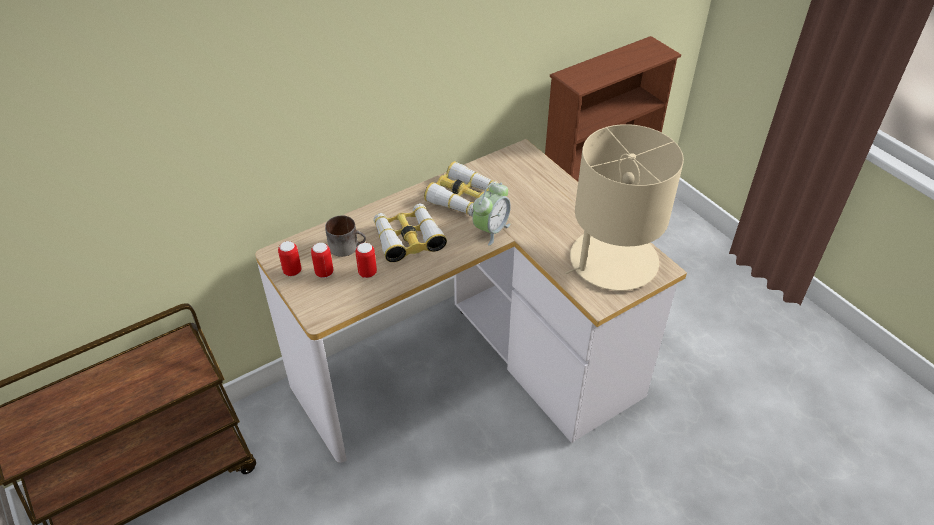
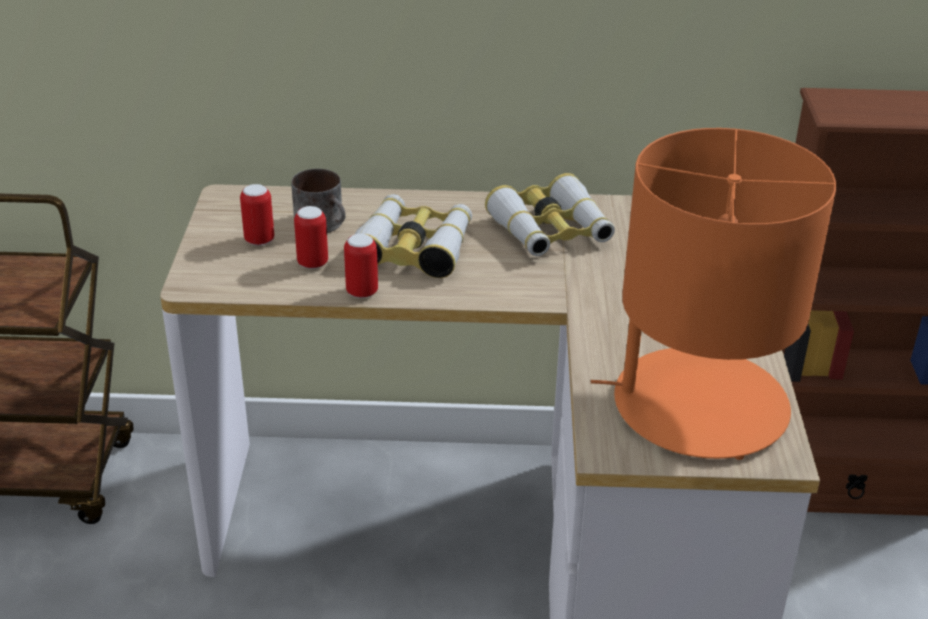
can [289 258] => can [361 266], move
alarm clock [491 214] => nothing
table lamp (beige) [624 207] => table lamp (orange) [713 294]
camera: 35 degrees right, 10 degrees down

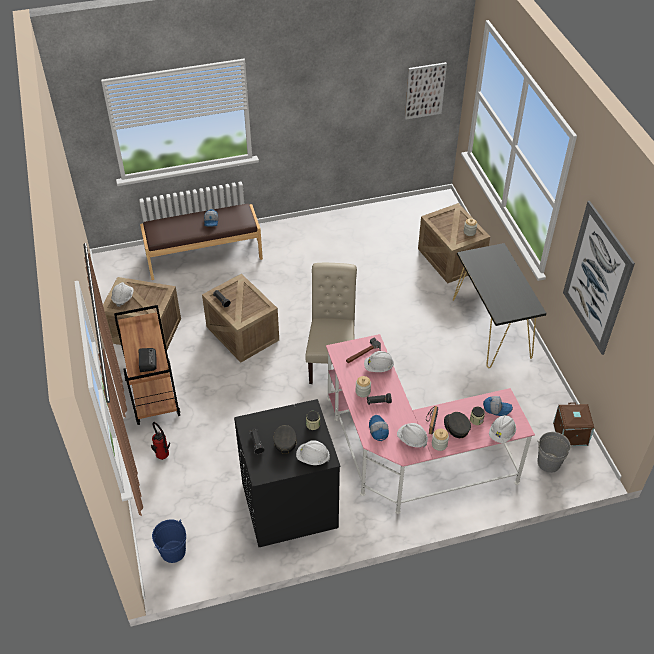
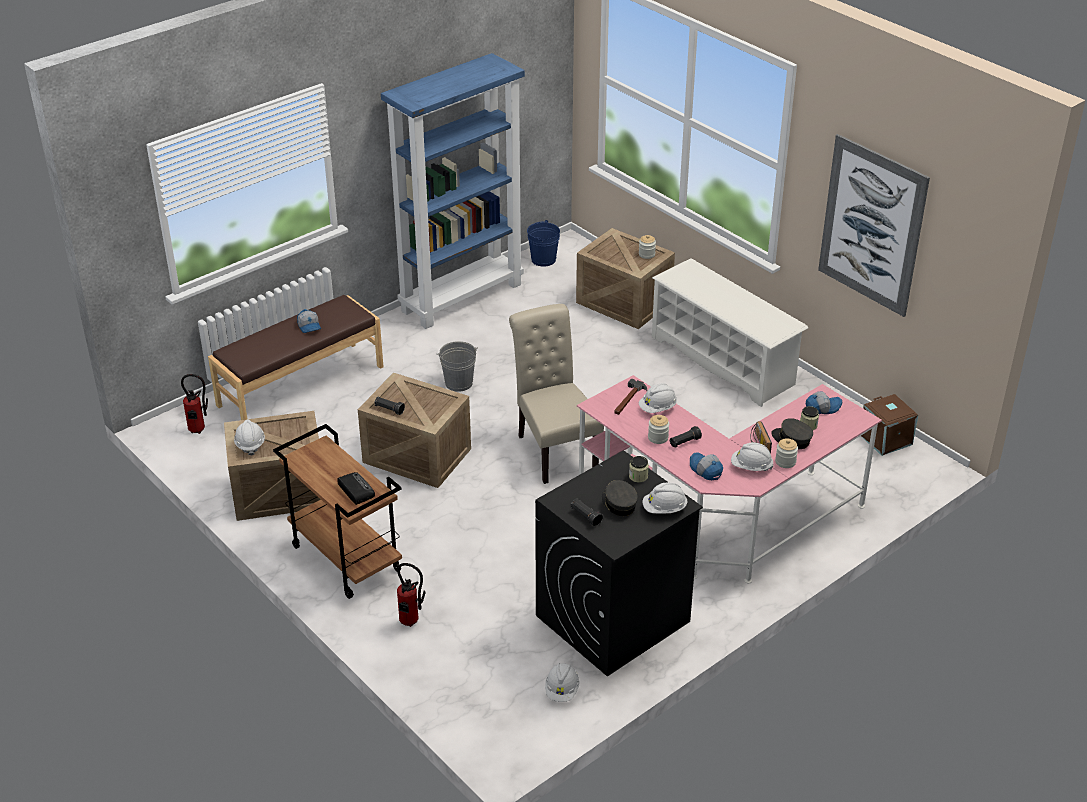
bucket (blue) [169 541] => bucket (blue) [543 243], move
picture [426 91] => nothing
console table (black) [500 305] => shoe rack (white) [730 332]
hard hat (white) [502 429] => hard hat (white) [562 682], move
bucket (grey) [555 452] => bucket (grey) [457 366], move
nothing => fire extinguisher [194 404]
nothing => bookcase (blue) [453 191]
camera: 25 degrees left, 10 degrees down

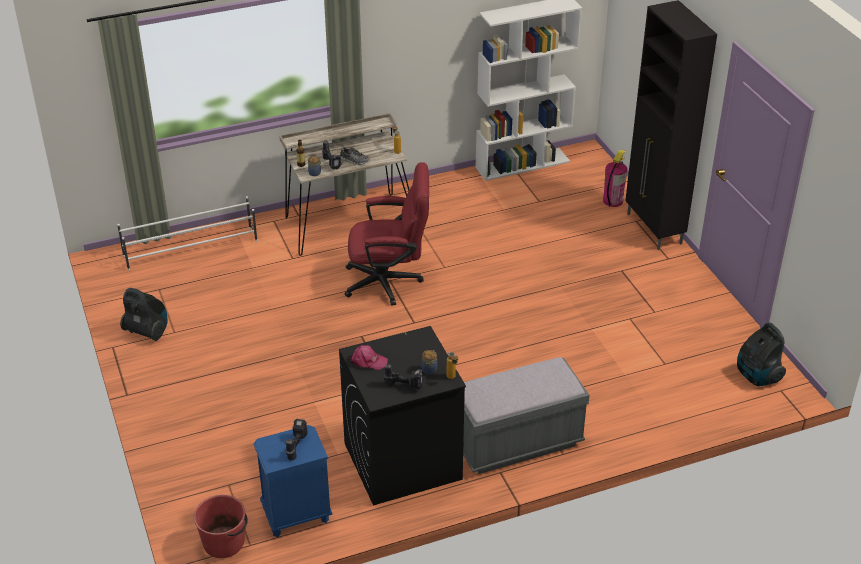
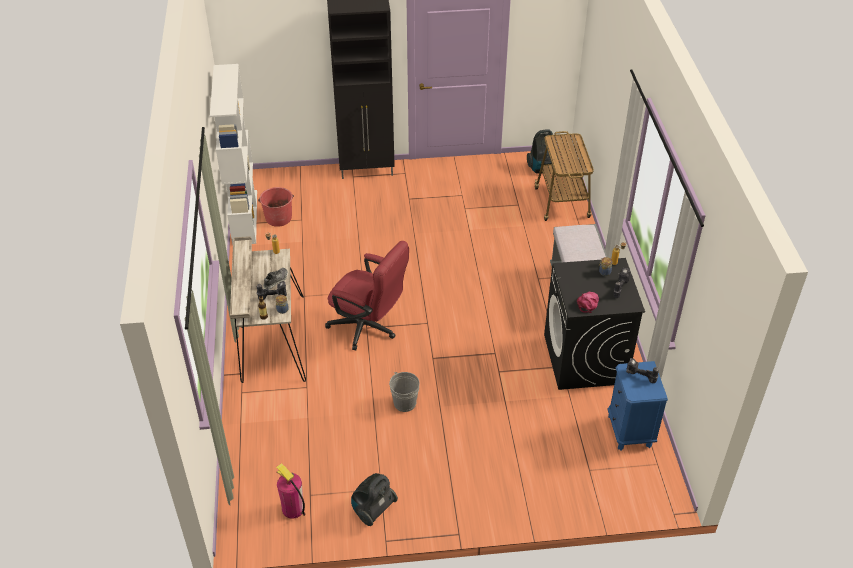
shoe rack (white) [187 233] => nothing
bucket (red) [220 526] => bucket (red) [276 207], move
office chair (red) [387 234] => office chair (red) [367 295], 105 degrees clockwise
fire extinguisher [615 178] => fire extinguisher [290 491], move
nothing => bucket (grey) [404 392]
nothing => cart [564 176]
camera: 75 degrees left, 5 degrees up

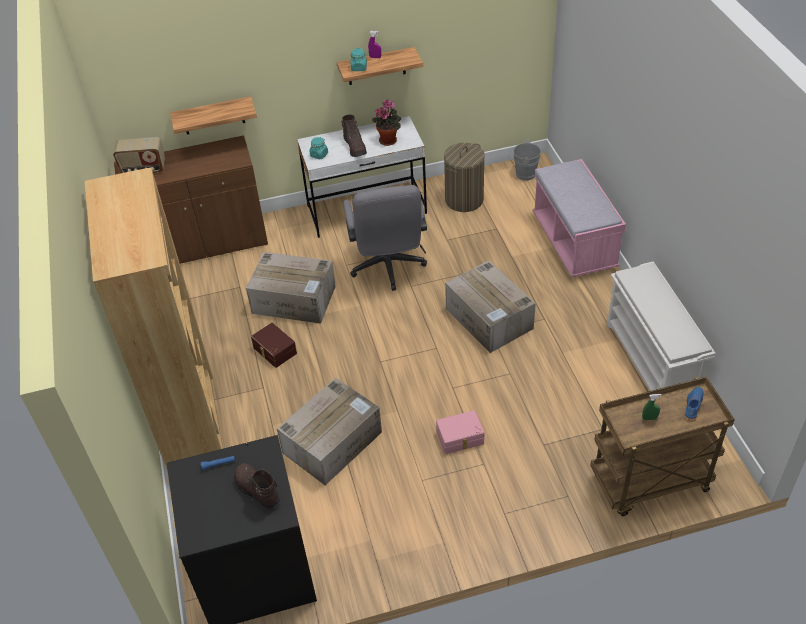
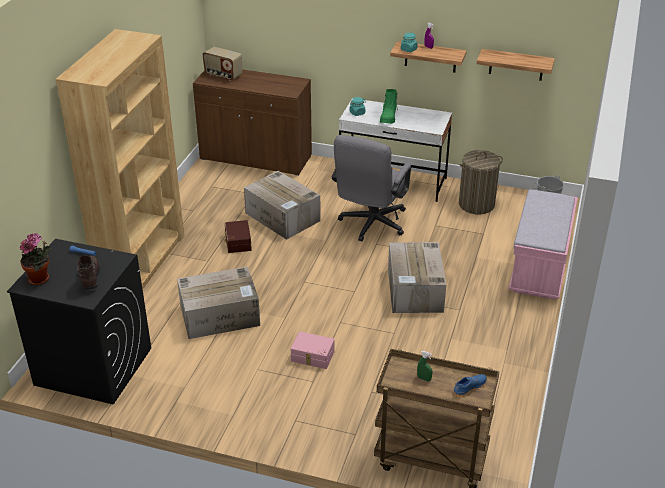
shelf [213 115] => shelf [516 65], move
boot (brown) [354 136] => boot (green) [389 106]
potted plant [386 123] => potted plant [36 259], move
shoe rack (white) [661 326] => nothing
camera: 30 degrees right, 10 degrees down

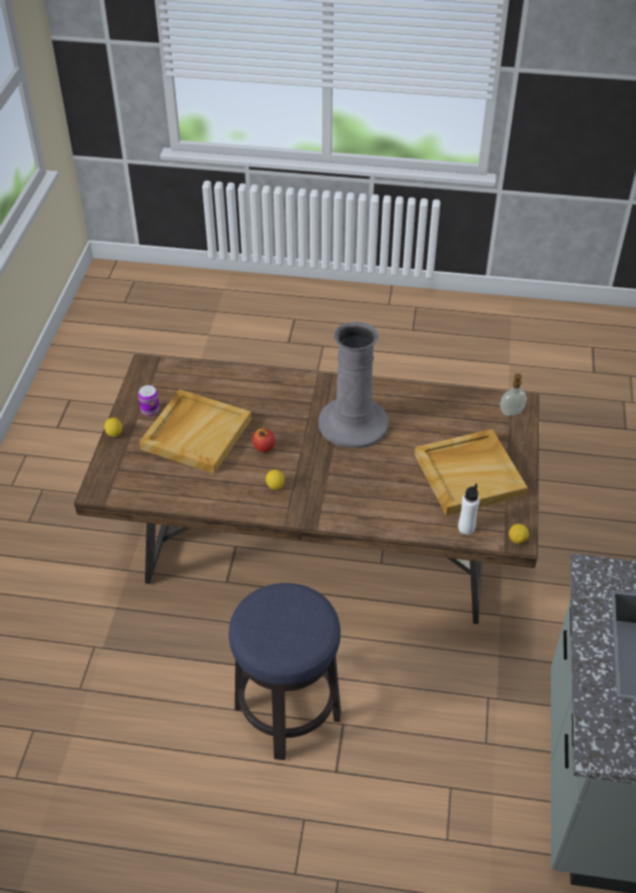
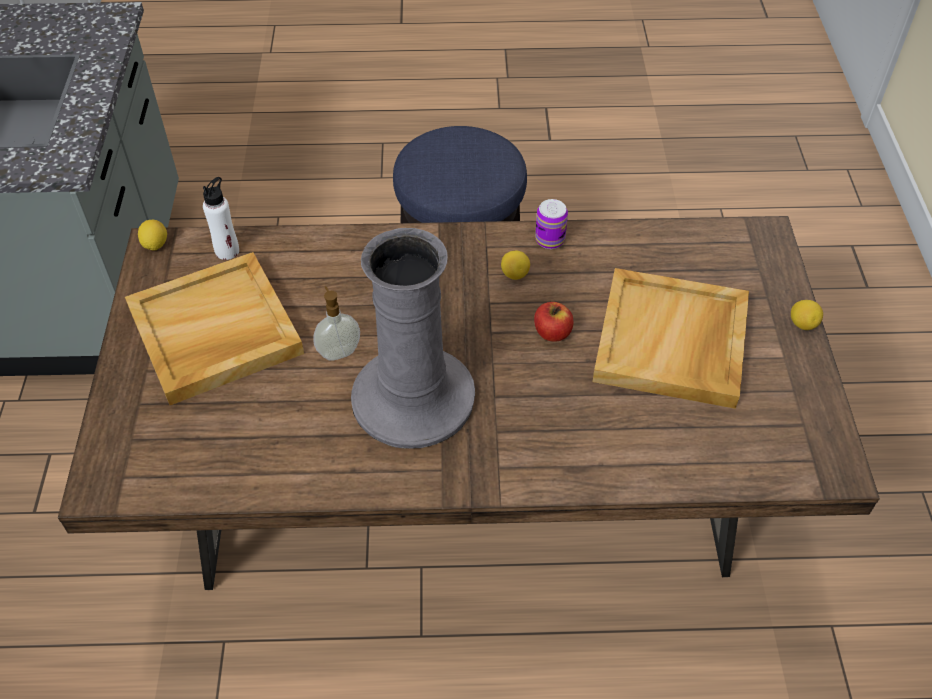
can [149 400] => can [551 224], move
soap dispenser [513 394] => soap dispenser [337 323], move
camera: 170 degrees right, 5 degrees up

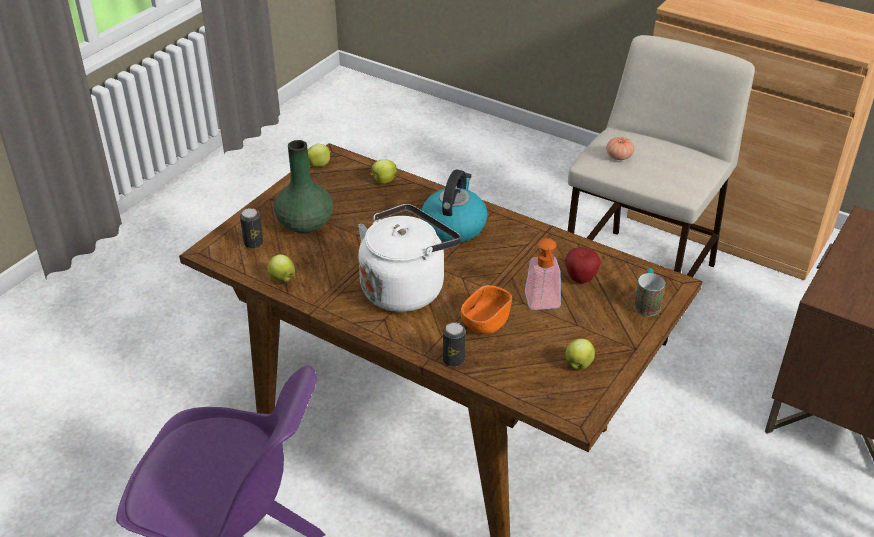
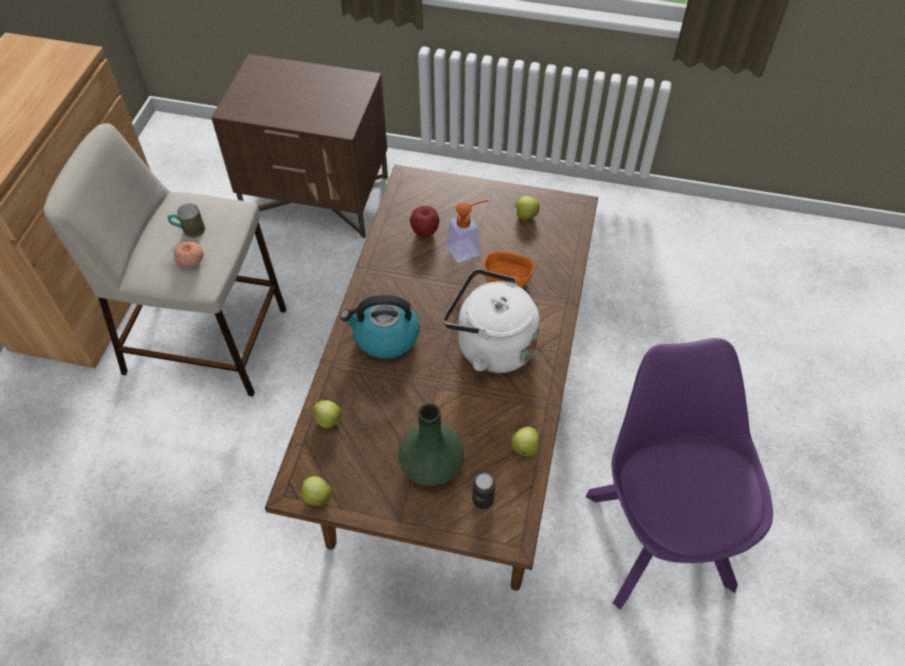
can [454 344] => nothing
mug [649 292] => mug [186 220], move
camera: 110 degrees left, 15 degrees up

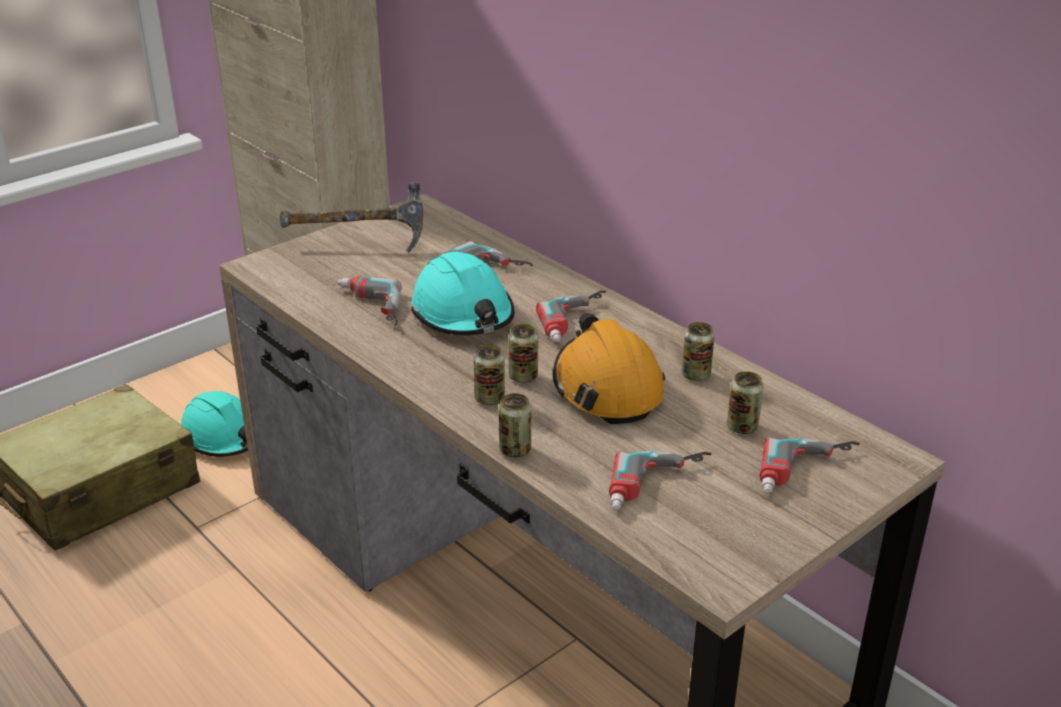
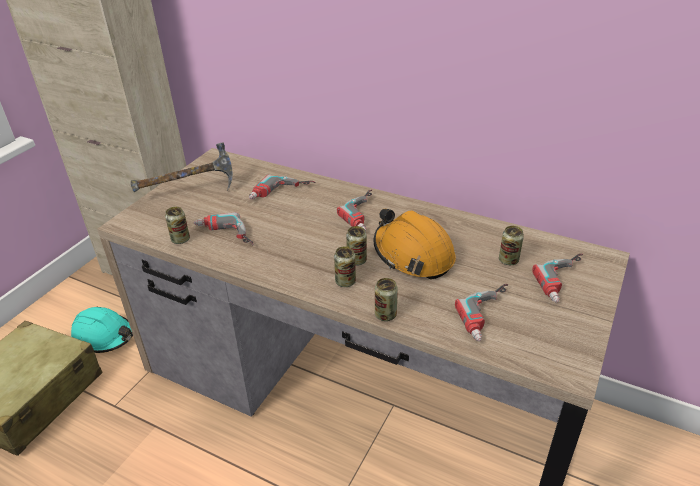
hard hat (turquoise) [462 293] => nothing
can [698 351] => can [177 225], move
camera: 20 degrees left, 5 degrees up

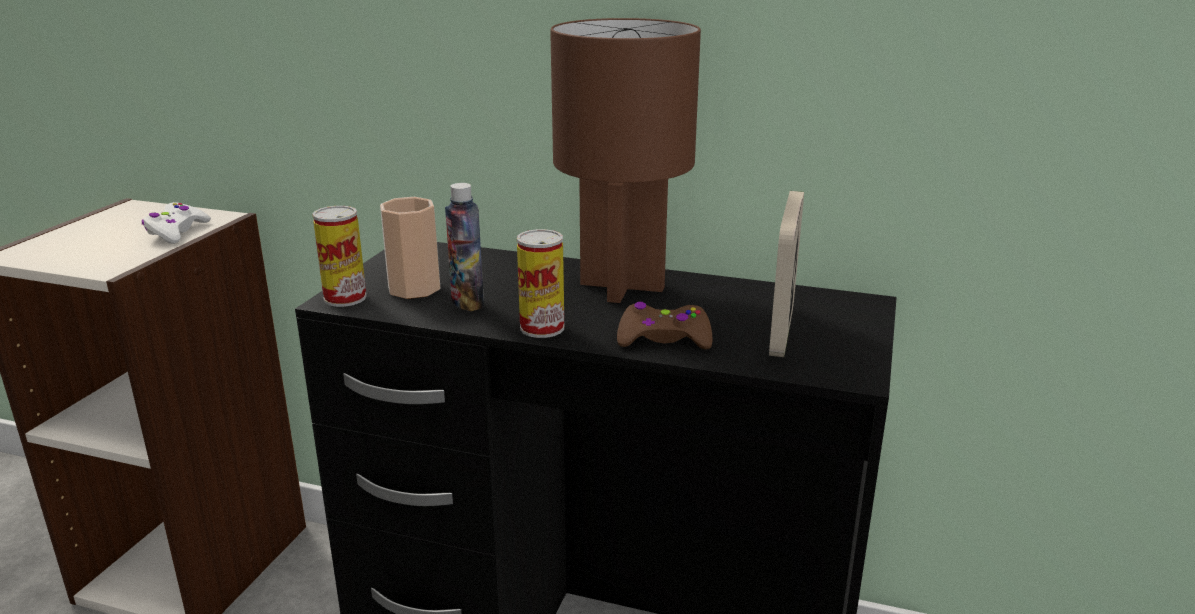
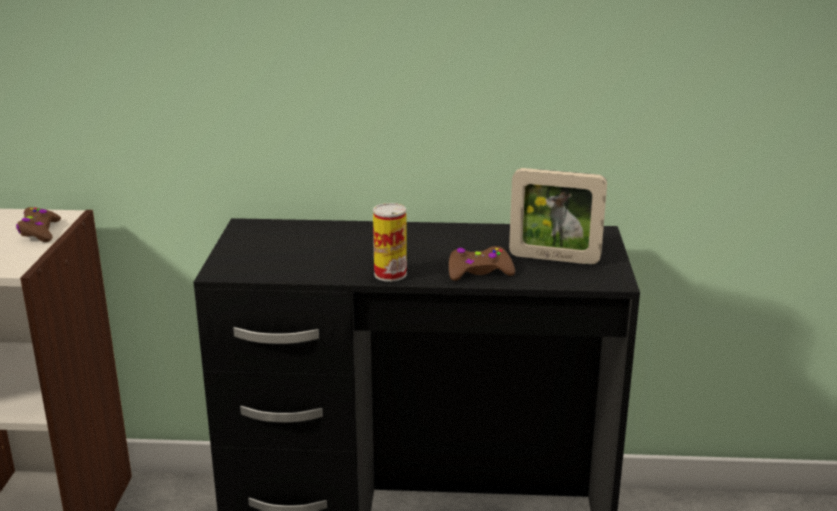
game controller (white) [176 223] => game controller (brown) [38 224]
can [339 256] => nothing
cup [410 248] => nothing
bottle [464 247] => nothing
table lamp (brown) [625 160] => nothing
picture frame [786 274] => picture frame [558 216], 75 degrees counterclockwise
camera: 15 degrees left, 0 degrees up

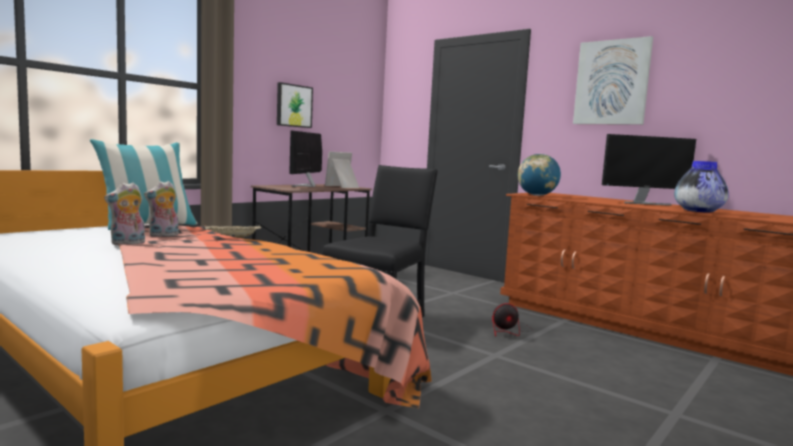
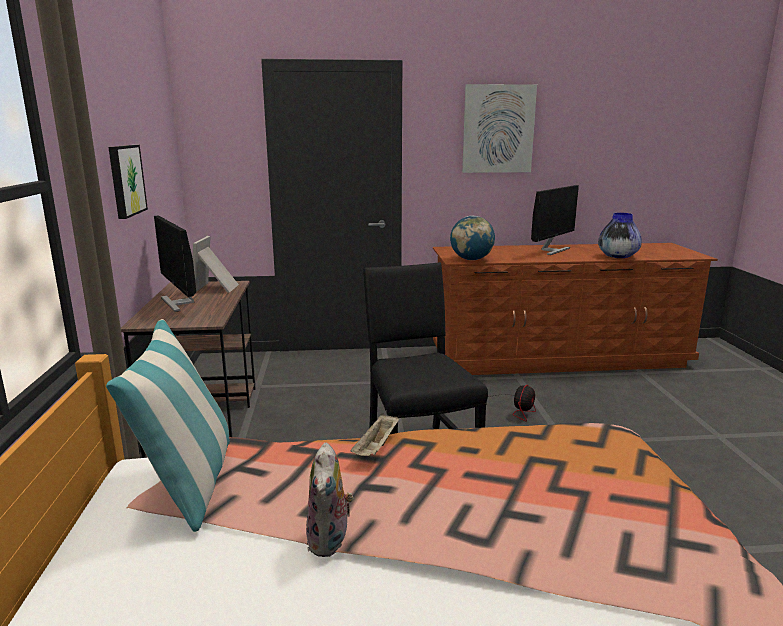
plush toy [161 209] => nothing
camera: 45 degrees left, 10 degrees up

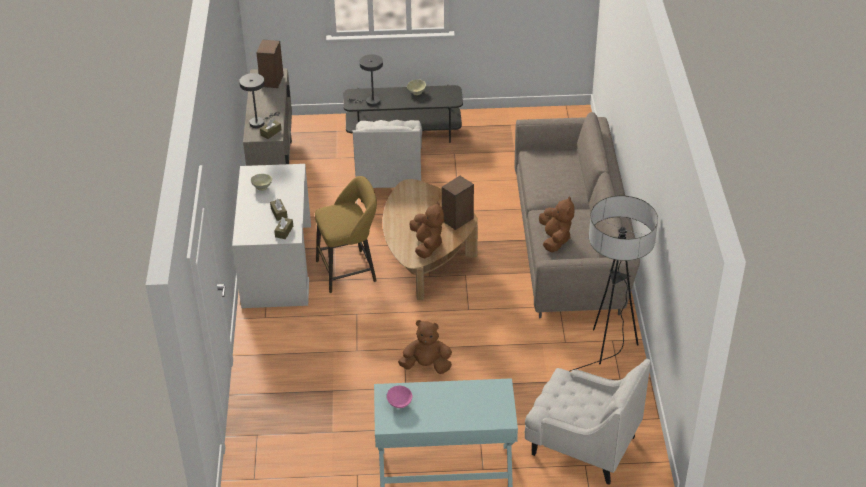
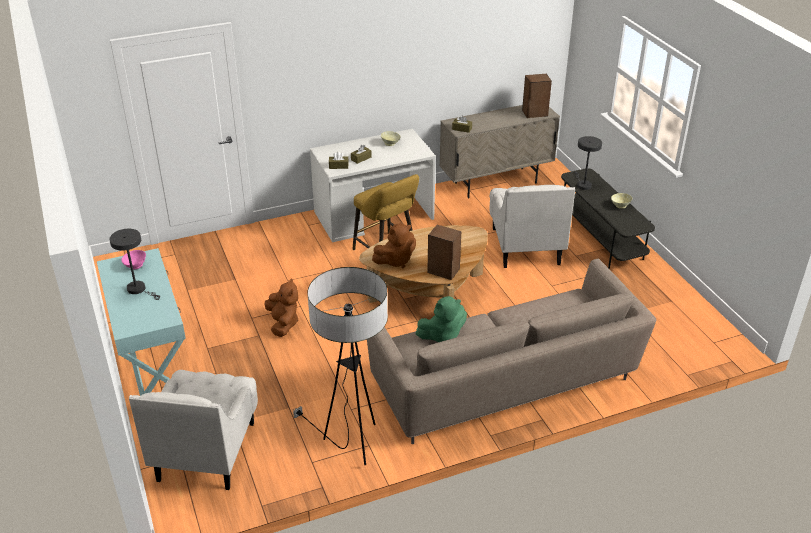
table lamp (grey) [259 100] => table lamp (grey) [134 264], move
armchair (white) [387 161] => armchair (white) [532 226], 75 degrees counterclockwise
plush toy (brown) [556 224] => plush toy (green) [441 319]
camera: 70 degrees right, 5 degrees down

